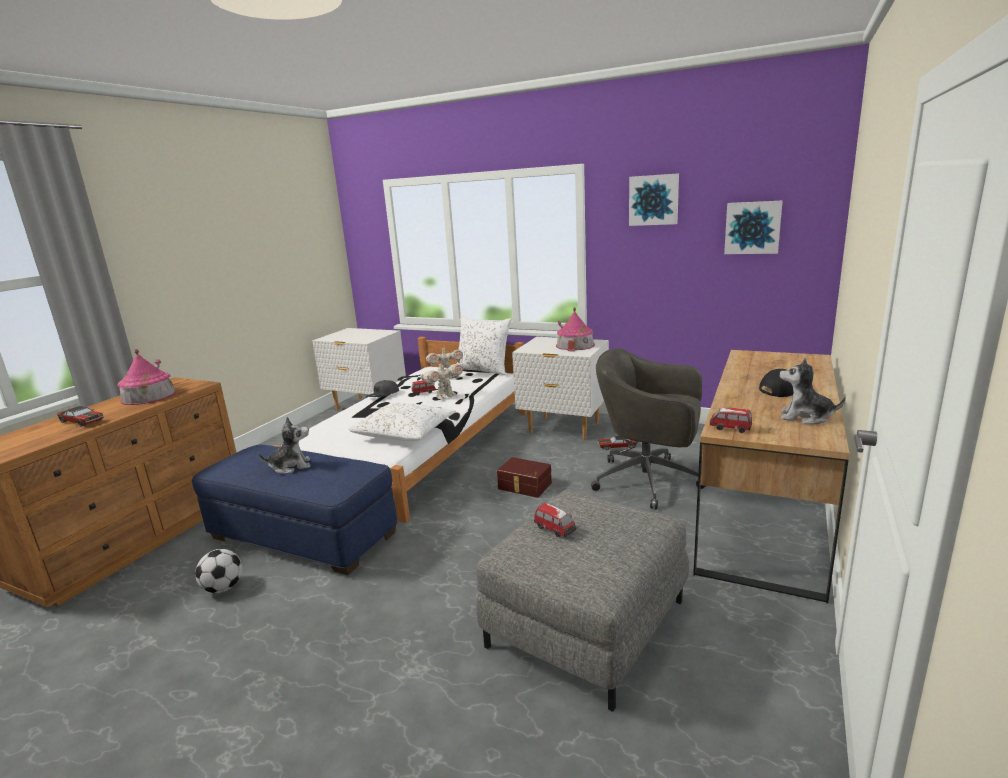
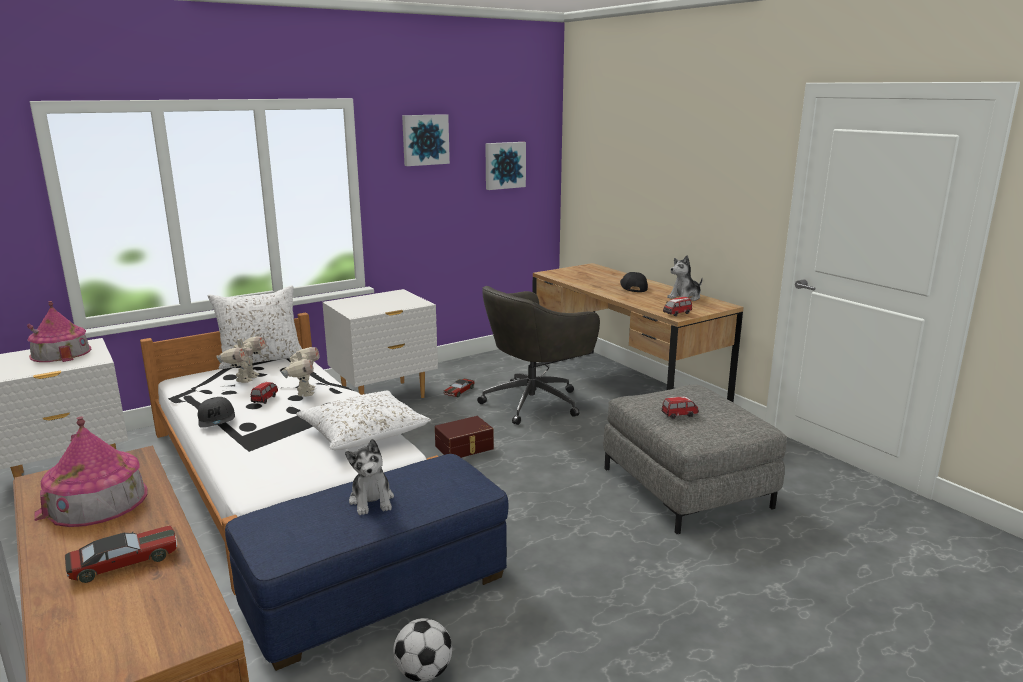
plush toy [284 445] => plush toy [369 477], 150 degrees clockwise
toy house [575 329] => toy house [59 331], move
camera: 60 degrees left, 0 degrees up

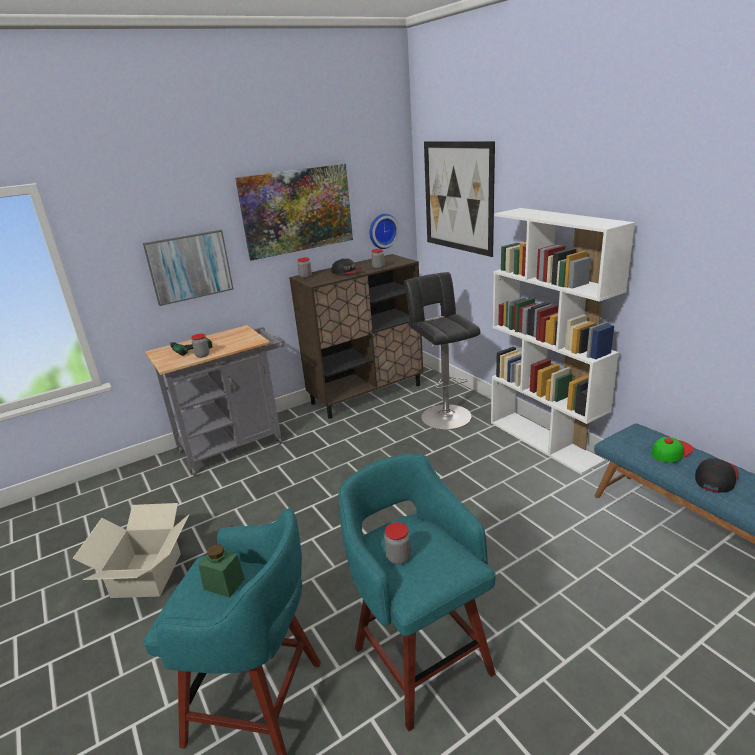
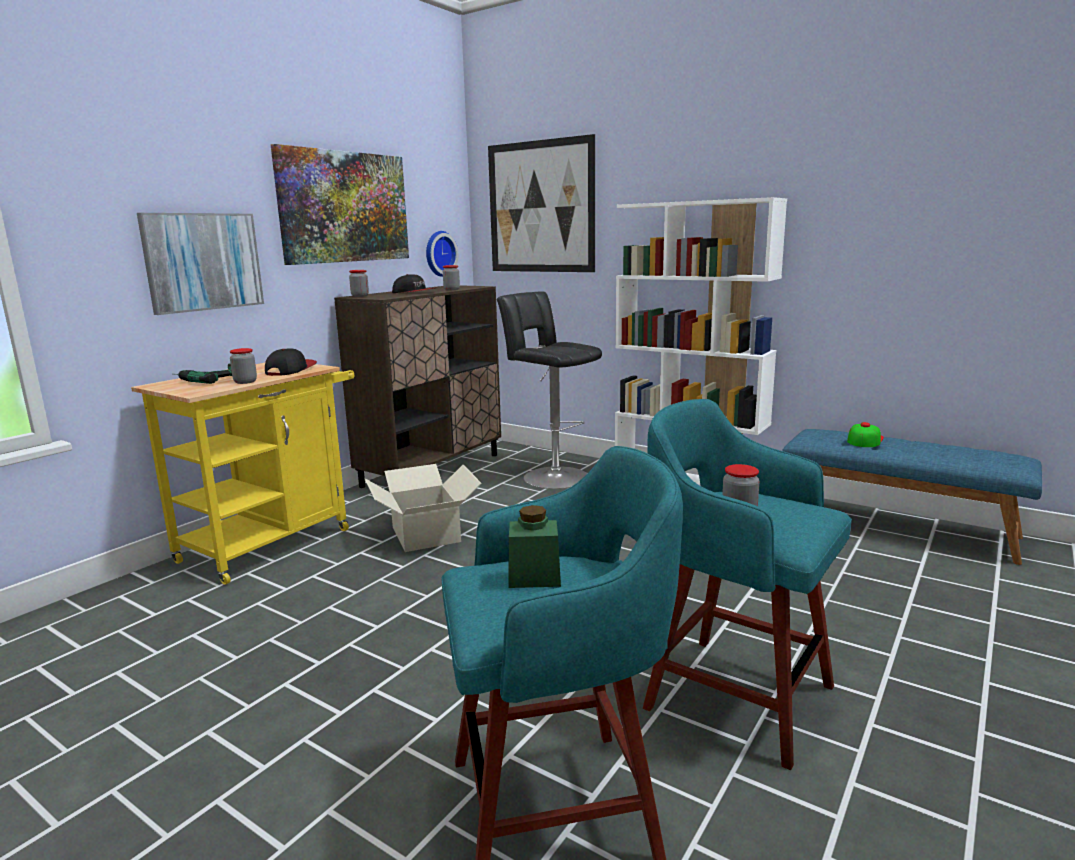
cardboard box [131 550] => cardboard box [423 508], move
cart (grey) [215 400] => cart (yellow) [243 474]
cap [717 475] => cap [291 362], move
camera: 25 degrees left, 10 degrees down

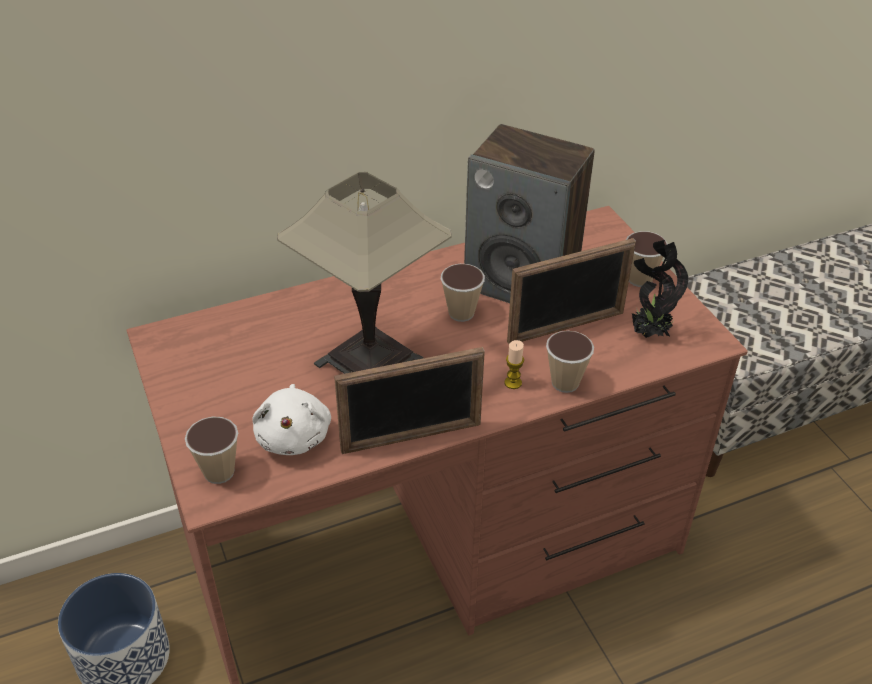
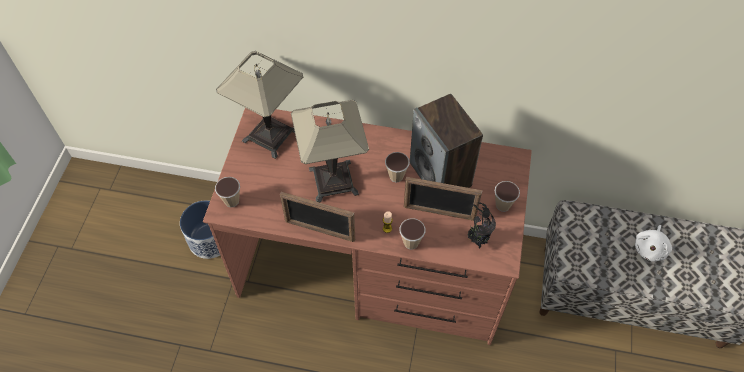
plush toy (white) [291 419] => plush toy (white) [653 243], move
nothing => table lamp [259 105]
camera: 35 degrees right, 15 degrees up

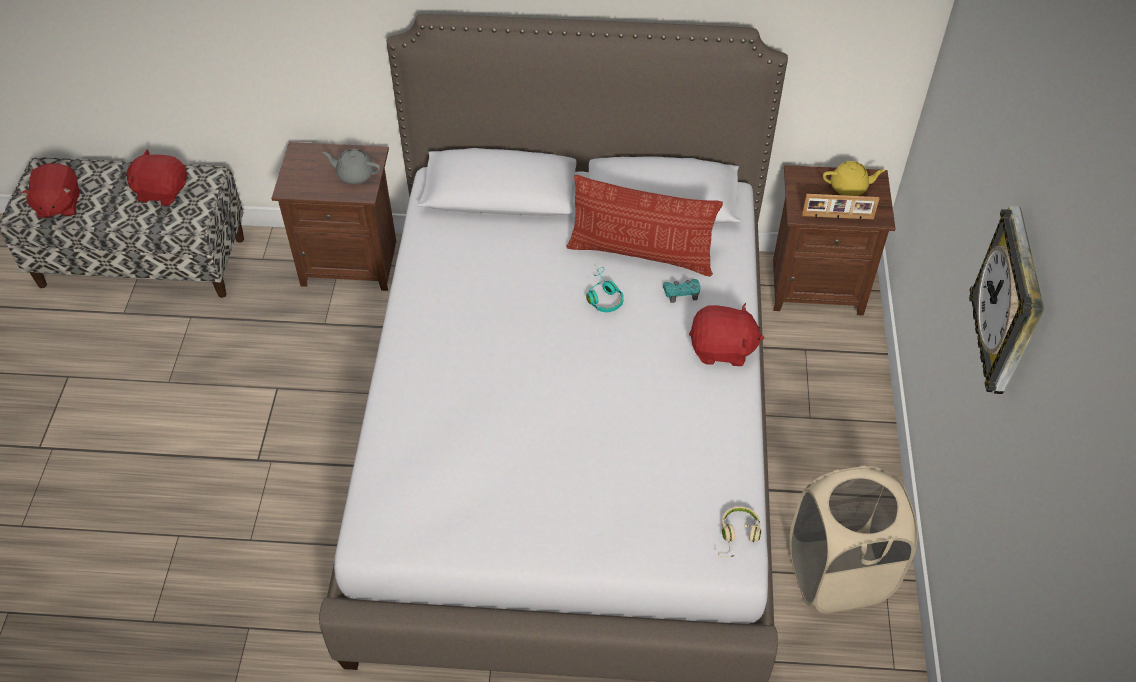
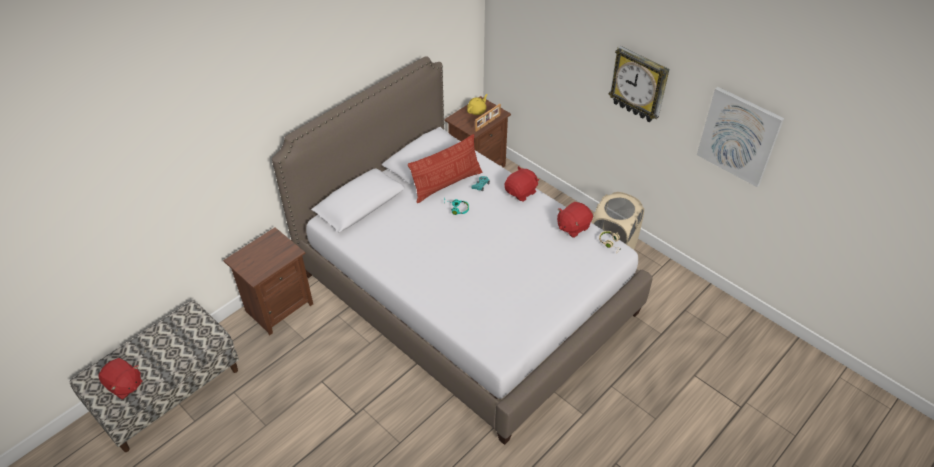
plush toy (red) [156 177] => plush toy (red) [575 220], move
teapot (grey) [351 166] => nothing
nothing => picture [740 137]
camera: 50 degrees left, 5 degrees down

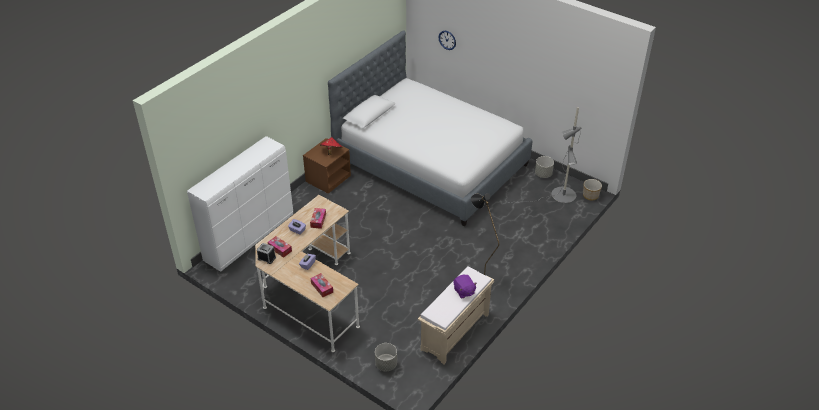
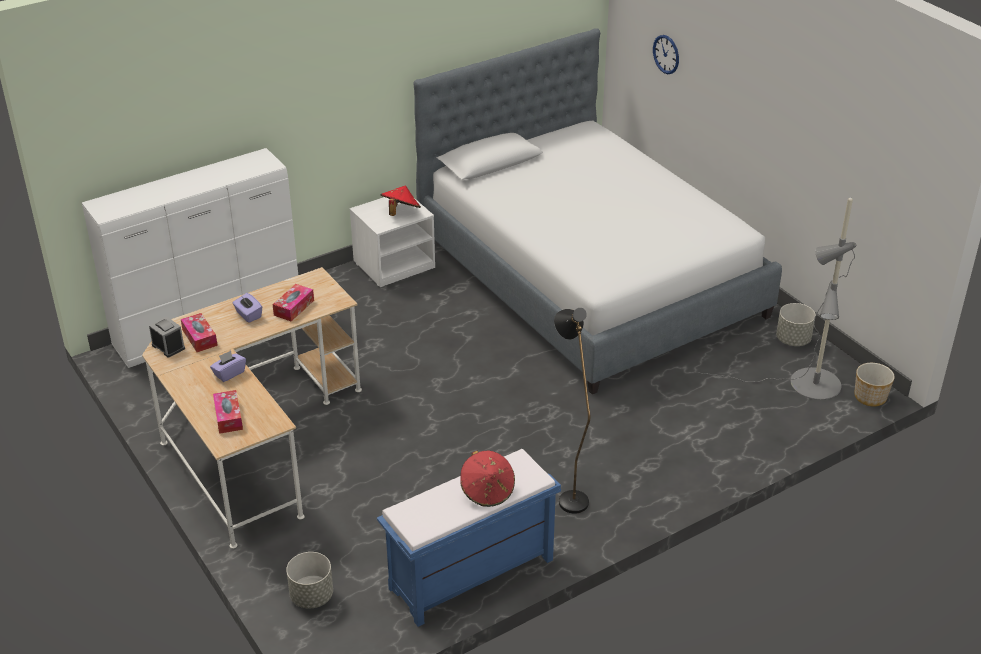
nightstand (brown) [327 166] => nightstand (white) [392 242]
bench (beige) [456 315] => bench (blue) [469 538]
plush toy (purple) [465 286] => hat (red) [487 478]
camera: 20 degrees right, 5 degrees down

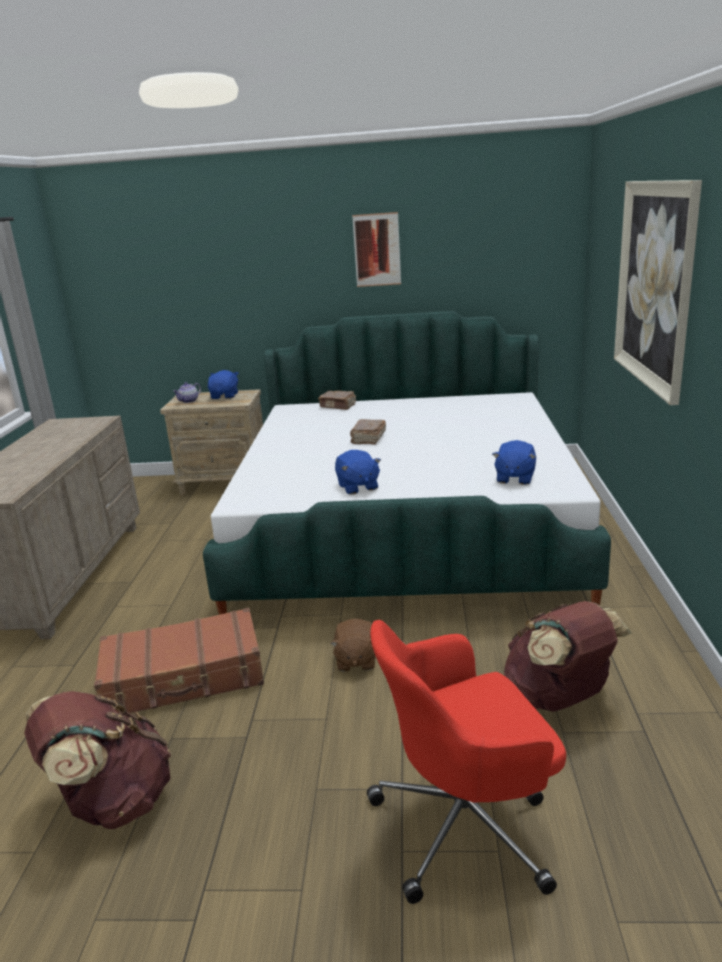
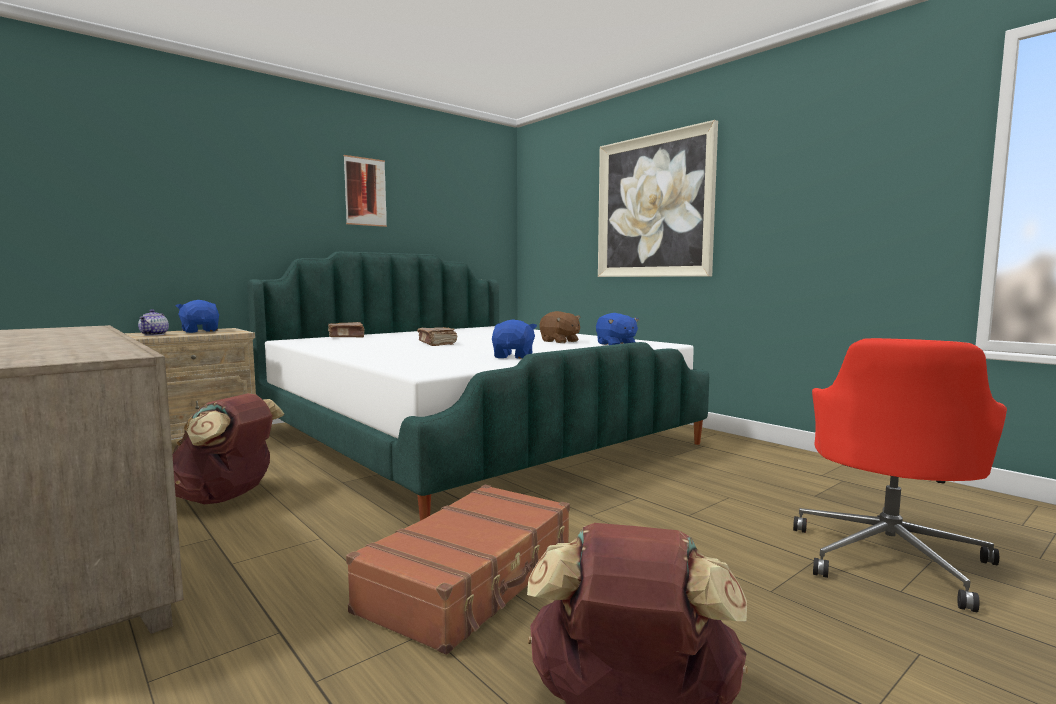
plush toy (brown) [352 645] => plush toy (brown) [560 327], move
plush toy (blue) [358 472] => plush toy (blue) [514 339], 105 degrees counterclockwise
backpack (brown) [568 656] => backpack (brown) [228 448], move
camera: 45 degrees left, 15 degrees down

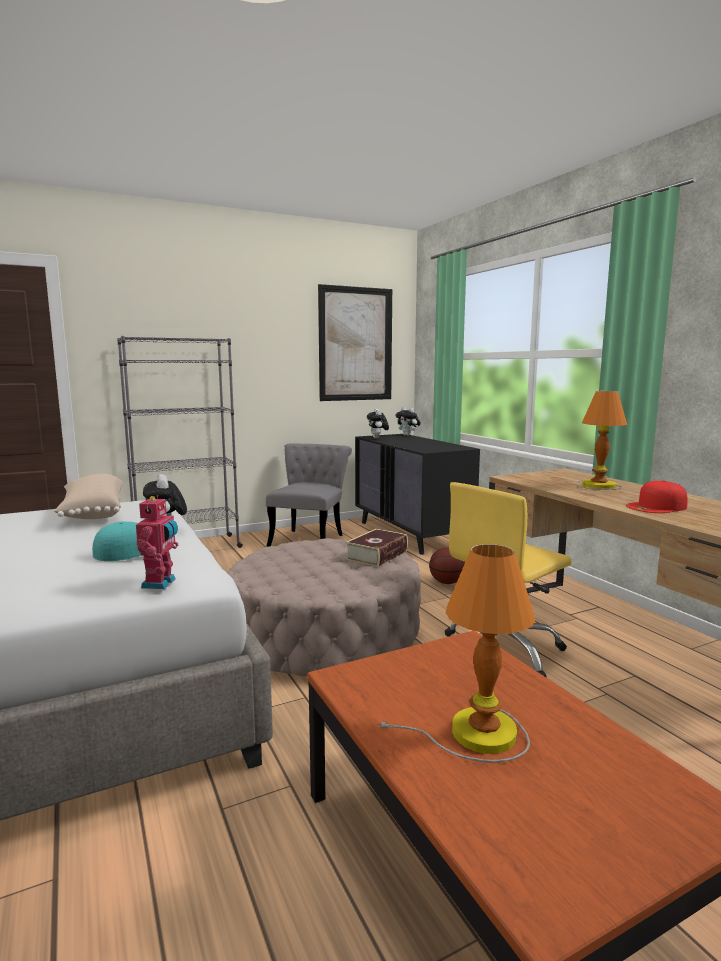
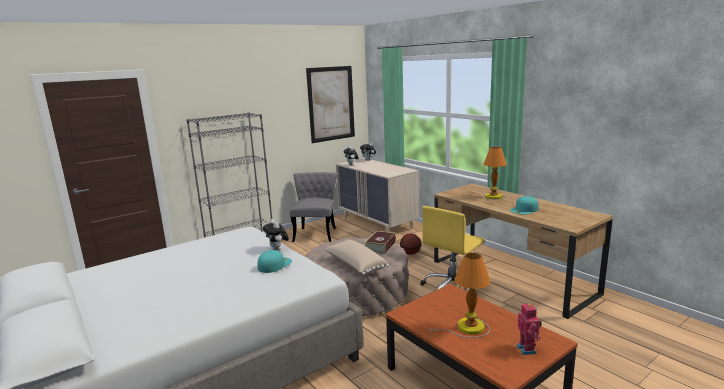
pillow (beige) [88 496] => pillow (beige) [356 257], move
toy robot [157 542] => toy robot [529 328], move
dresser (black) [417 494] => dresser (beige) [377 195]
cap (red) [657 497] => cap (turquoise) [524 205]
camera: 10 degrees left, 5 degrees up

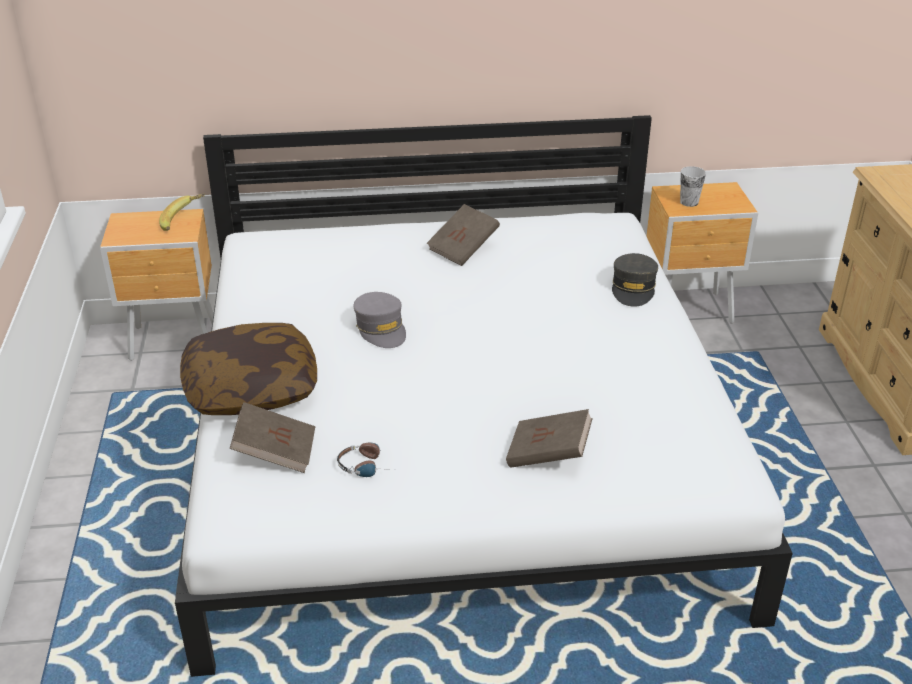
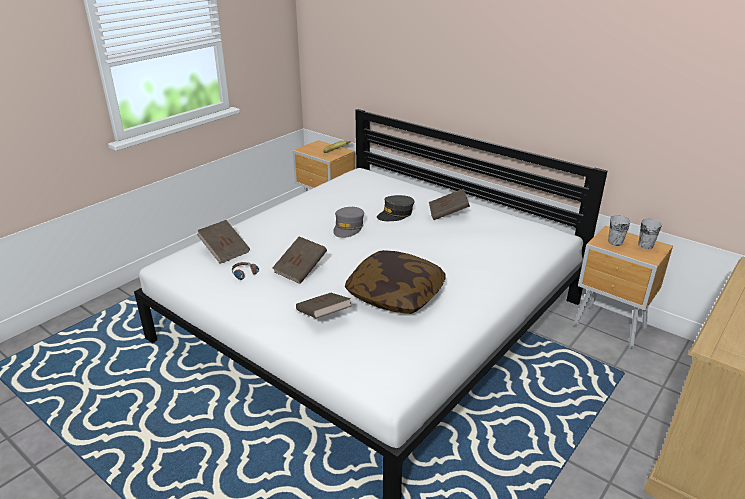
pillow [248 369] => pillow [395 282], move
cap (grey) [635 280] => cap (grey) [395 208], move
nothing => book (brown) [299 260]
nothing => cup [650 234]
camera: 45 degrees right, 5 degrees down

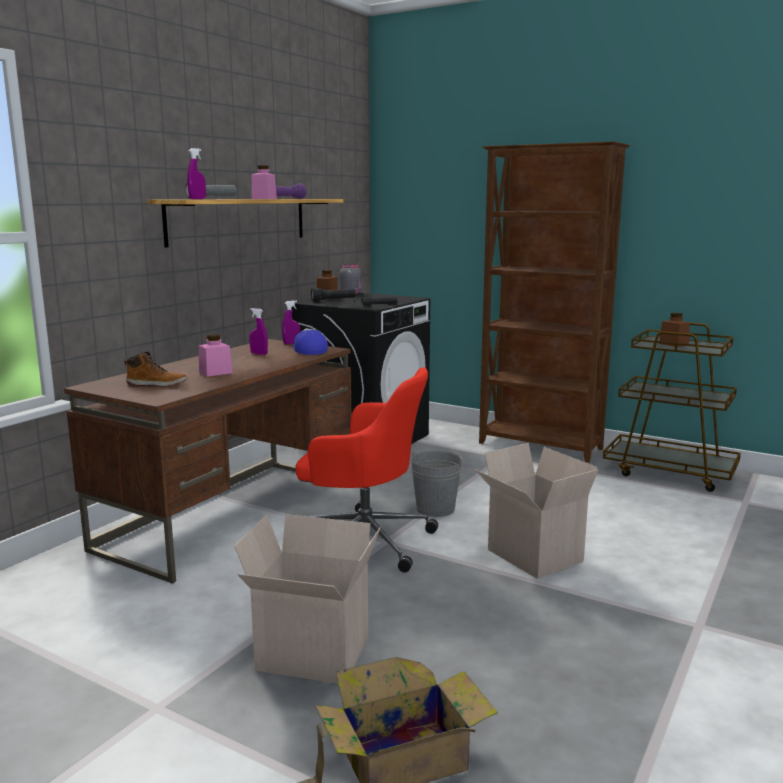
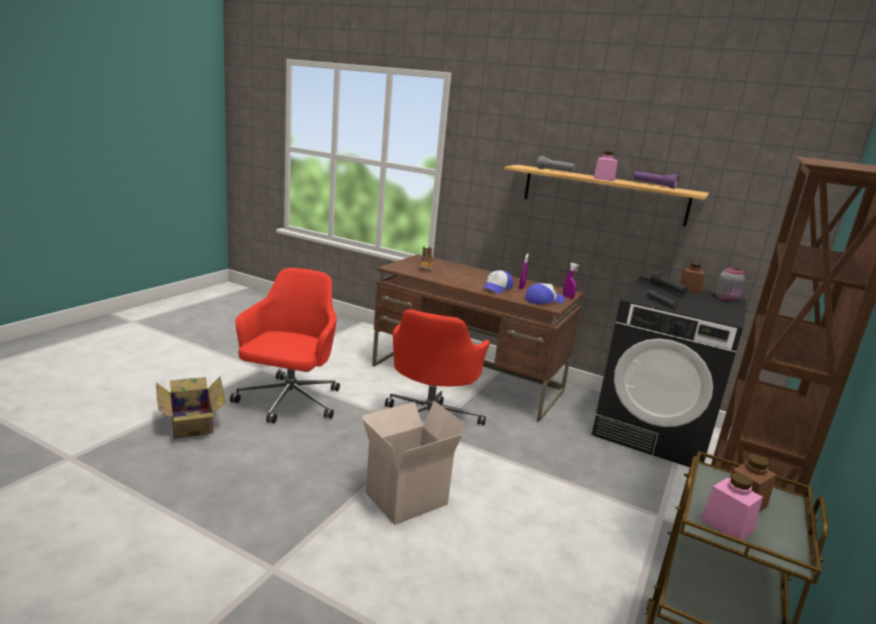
spray bottle (purple) [196 173] => nothing
jar (pink) [216 355] => jar (pink) [732 506], move
cardboard box [307 599] => office chair (red) [285 346]
bucket (grey) [438 483] => nothing
nothing => cap [497 282]
camera: 85 degrees right, 5 degrees up

